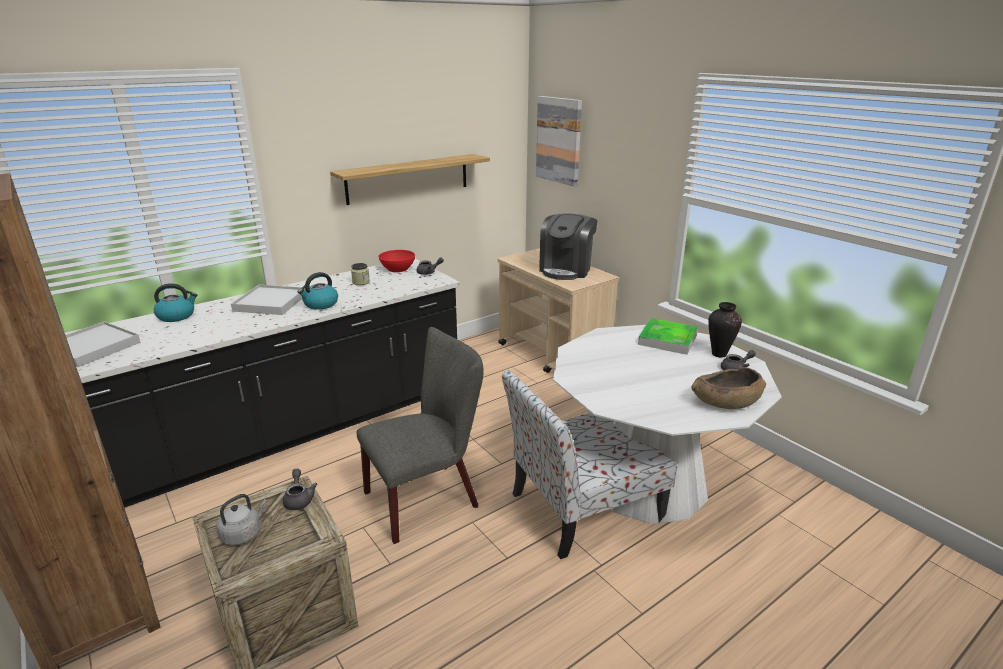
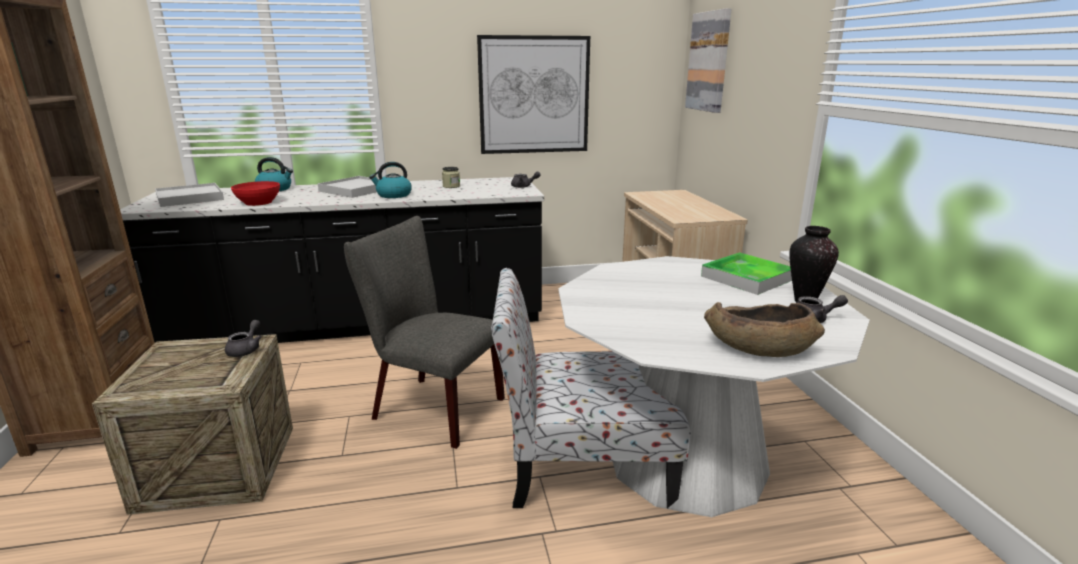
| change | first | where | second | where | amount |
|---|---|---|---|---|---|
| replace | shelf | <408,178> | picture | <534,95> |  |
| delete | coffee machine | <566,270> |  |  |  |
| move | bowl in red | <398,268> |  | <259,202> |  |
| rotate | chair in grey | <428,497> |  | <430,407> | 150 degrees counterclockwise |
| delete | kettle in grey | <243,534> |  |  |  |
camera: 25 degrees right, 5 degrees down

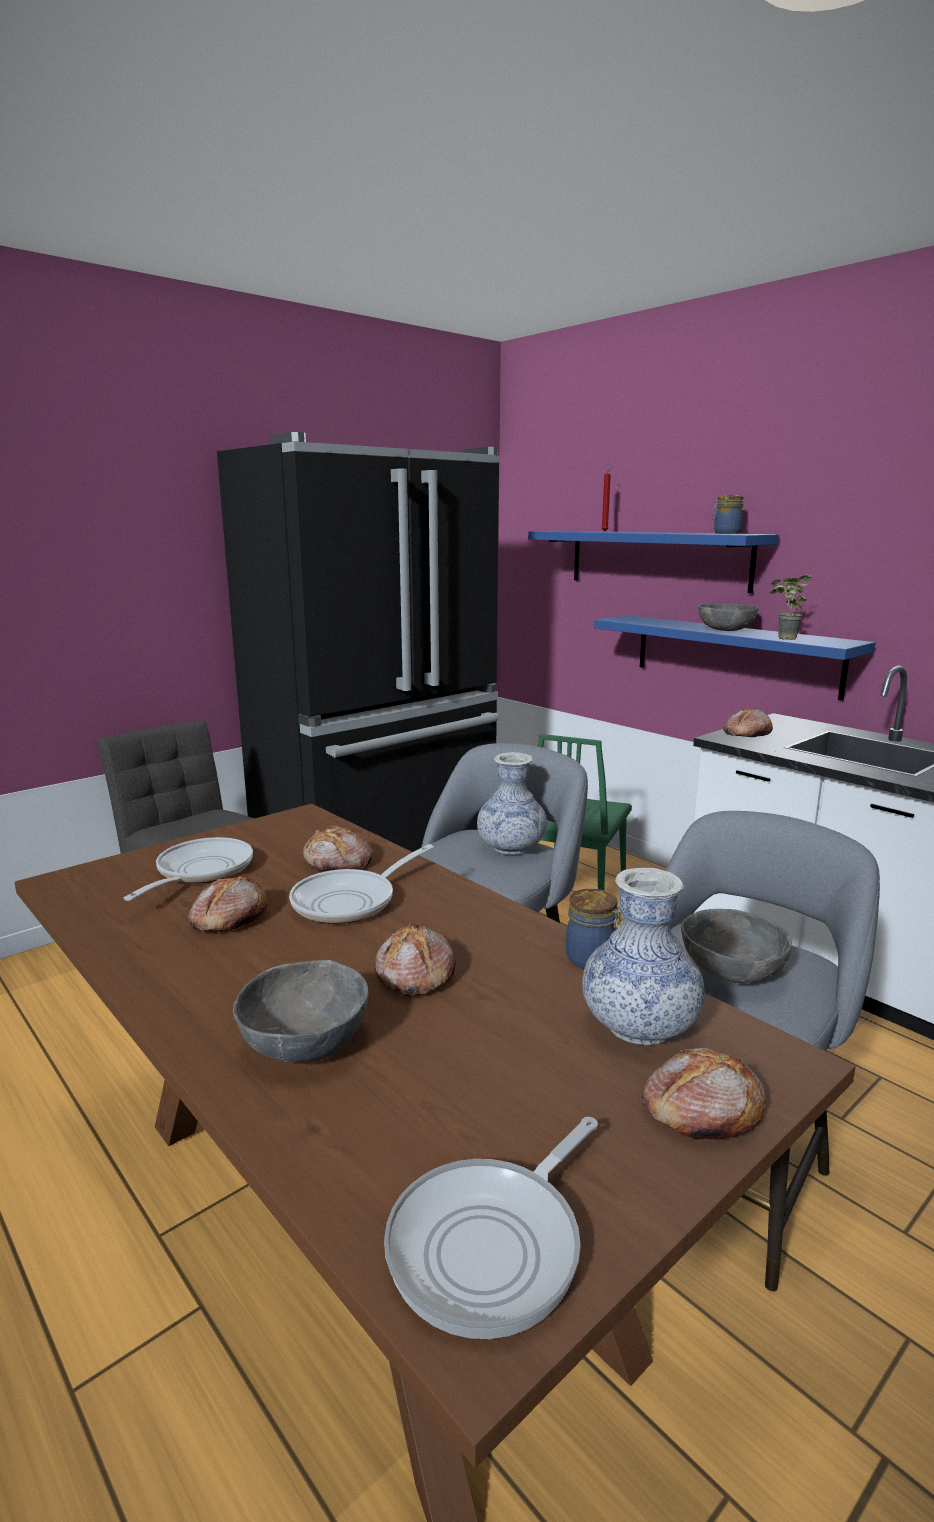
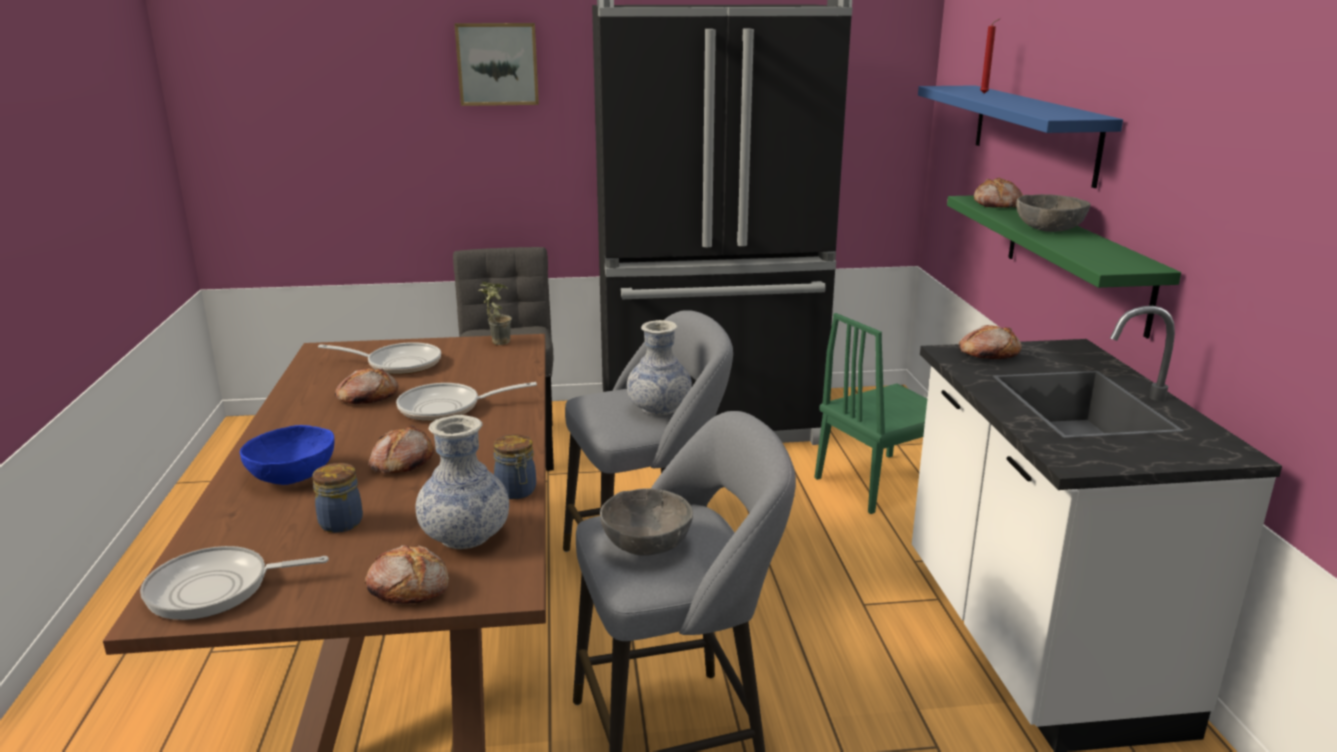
| change | first | where | second | where | amount |
|---|---|---|---|---|---|
| move | jar | <725,533> |  | <341,522> |  |
| move | potted plant | <783,639> |  | <495,342> |  |
| recolor | shelf in blue | <734,654> | shelf in green | <1075,260> |  |
| move | bread | <338,862> |  | <997,204> |  |
| rotate | frying pan | <199,872> |  | <398,364> | 45 degrees clockwise |
| recolor | bowl in grey | <305,1041> | bowl in blue | <293,475> |  |
| insert |  |  | picture | <497,64> |  |
camera: 35 degrees right, 5 degrees up

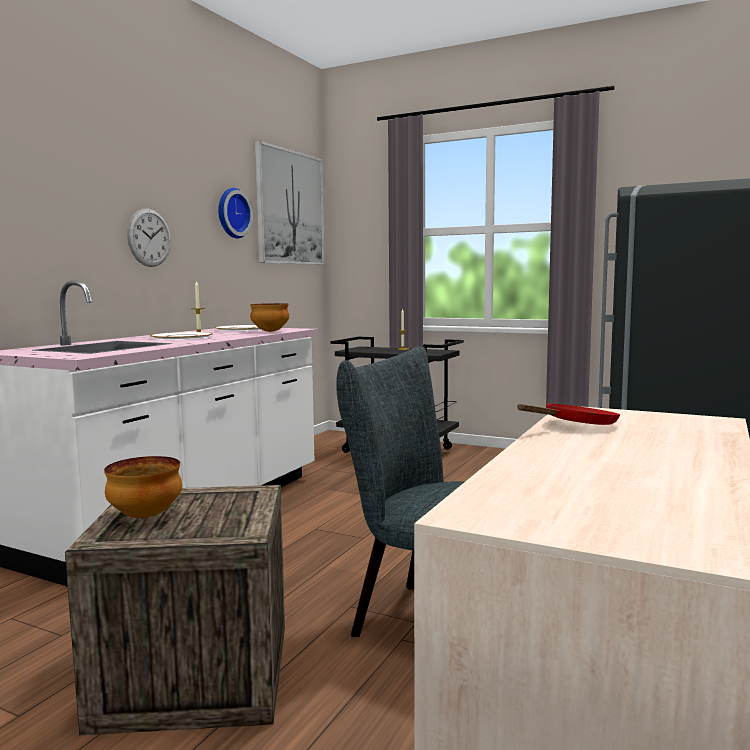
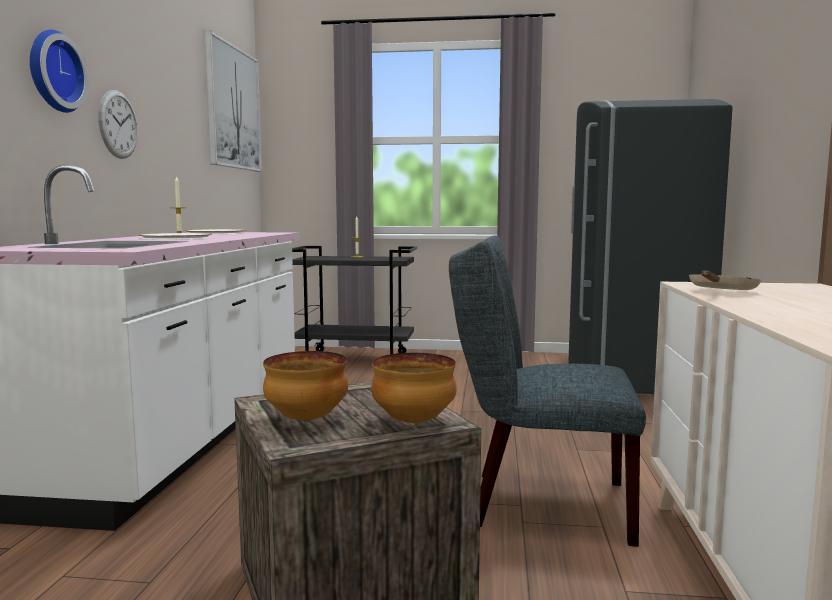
| change | first | where | second | where | amount |
|---|---|---|---|---|---|
| move | wall clock | <231,213> |  | <52,72> |  |
| move | bowl | <270,331> |  | <413,421> |  |
| recolor | frying pan in red | <575,425> | frying pan in beige | <721,292> |  |
camera: 20 degrees left, 0 degrees up

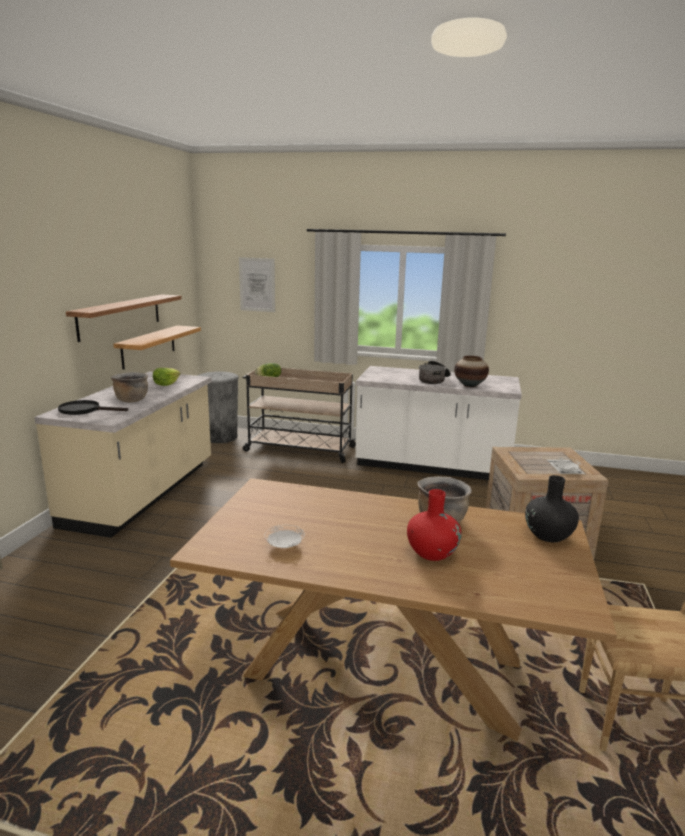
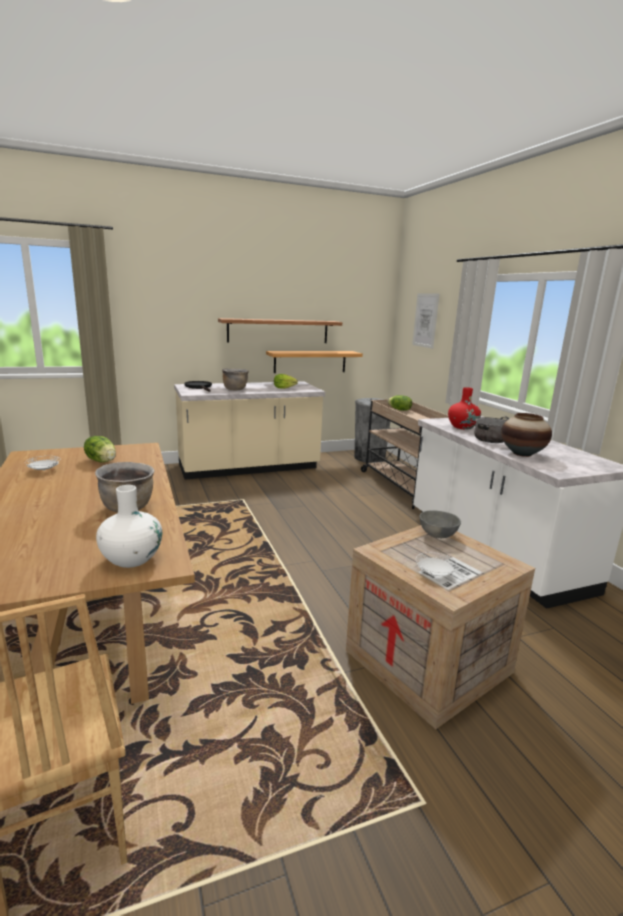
| change | first | where | second | where | amount |
|---|---|---|---|---|---|
| recolor | vase in black | <548,535> | vase in white | <131,559> |  |
| move | vase in red | <432,553> |  | <462,427> |  |
| insert |  |  | lettuce | <102,461> |  |
| insert |  |  | bowl in grey | <436,535> |  |
camera: 55 degrees right, 0 degrees up

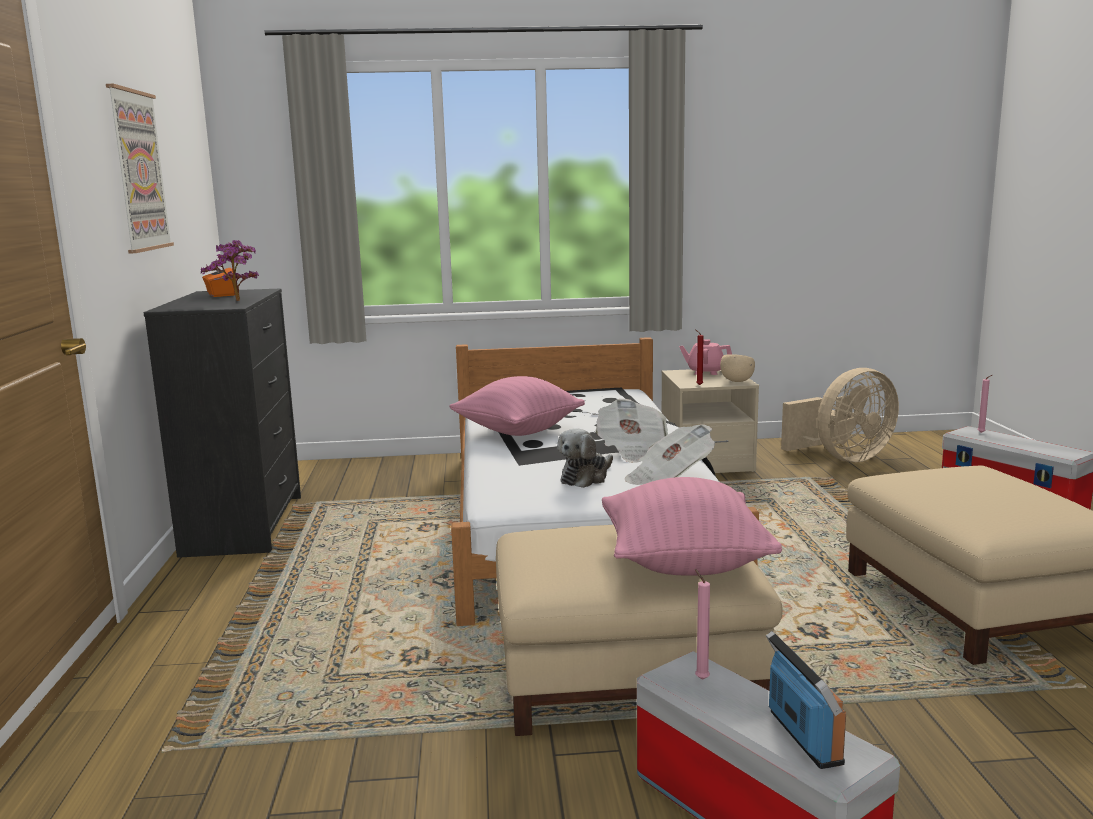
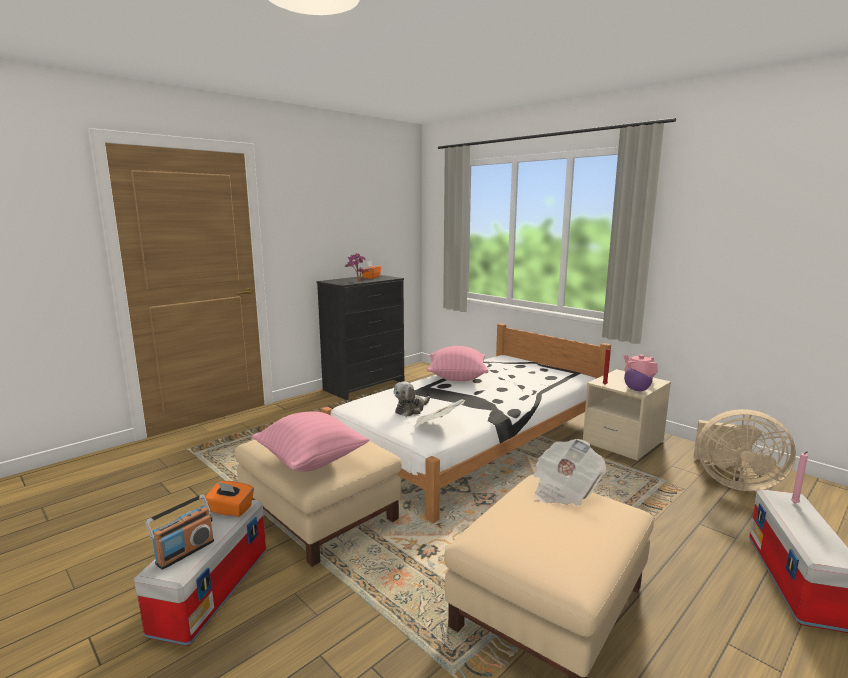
| change | first | where | second | where | amount |
|---|---|---|---|---|---|
| delete | picture | <138,171> |  |  |  |
| recolor | bowl in beige | <736,381> | bowl in purple | <636,390> |  |
| move | newspaper | <632,451> |  | <564,489> |  |
| rotate | plush toy | <586,477> |  | <411,409> | 45 degrees counterclockwise |
| replace | candle in pink | <700,678> | tissue box in orange | <230,510> |  |
camera: 50 degrees right, 0 degrees up

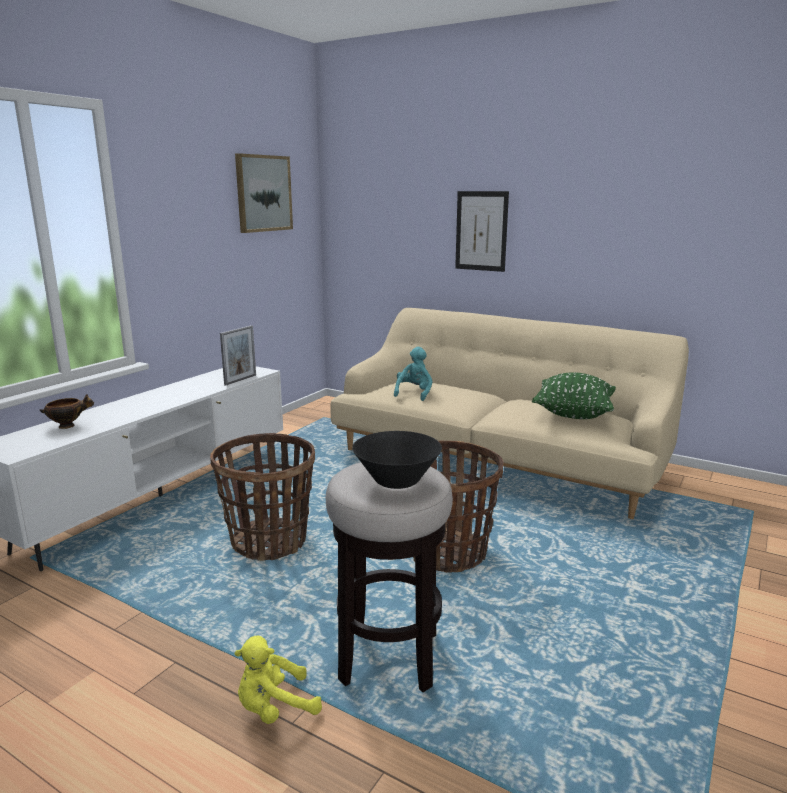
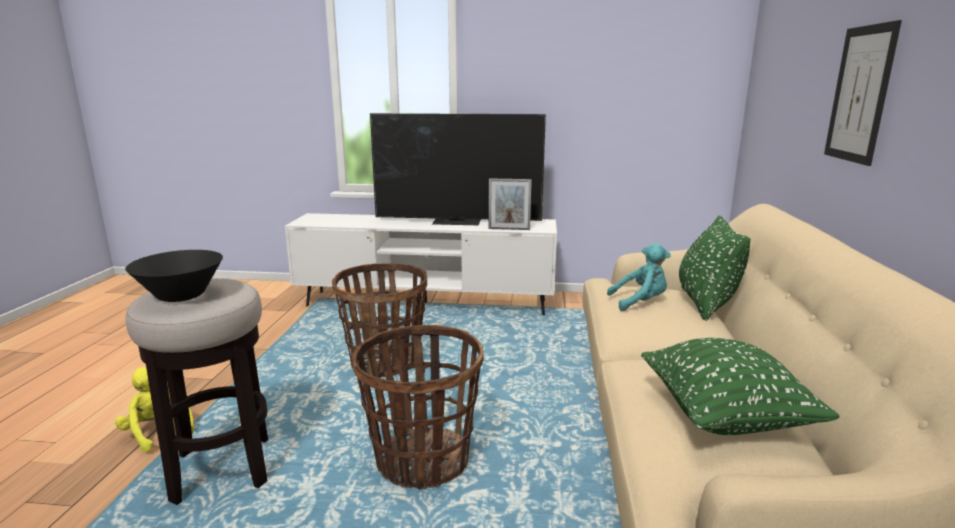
| change | first | where | second | where | amount |
|---|---|---|---|---|---|
| delete | picture | <263,193> |  |  |  |
| delete | bowl | <68,426> |  |  |  |
| insert |  |  | television | <457,221> |  |
| insert |  |  | pillow in green | <705,304> |  |
camera: 65 degrees right, 0 degrees up

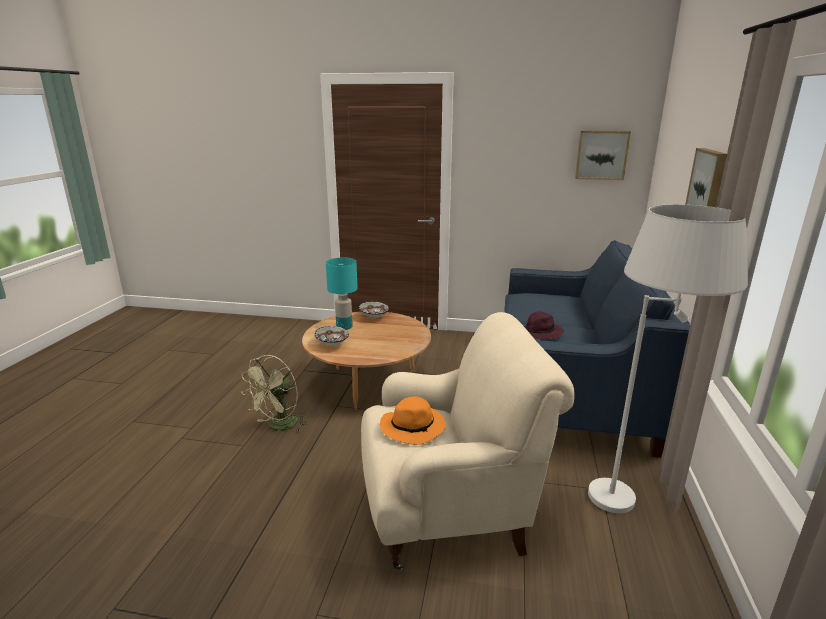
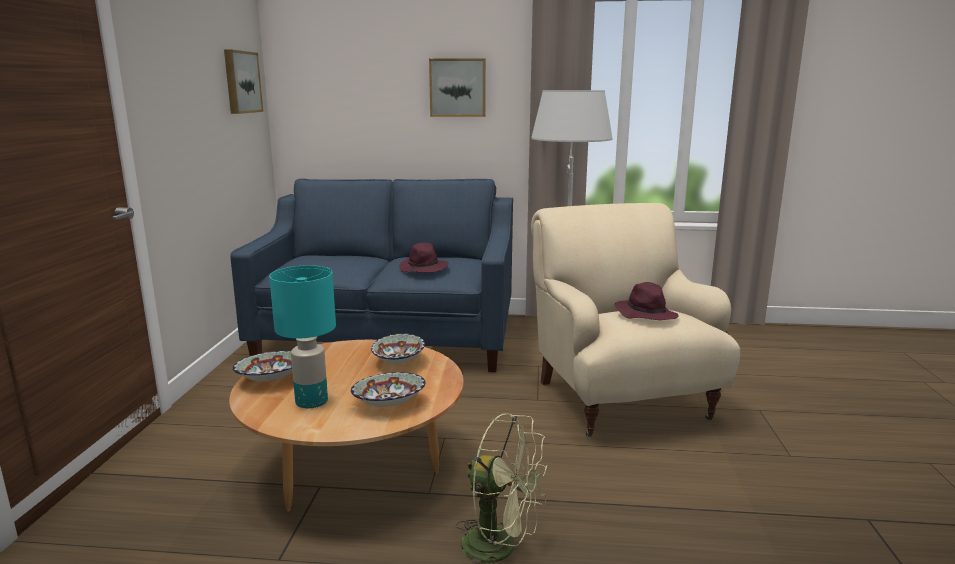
| change | first | where | second | where | amount |
|---|---|---|---|---|---|
| recolor | hat in orange | <413,427> | hat in purple | <645,314> |  |
| insert |  |  | bowl | <399,362> |  |
camera: 95 degrees left, 5 degrees down

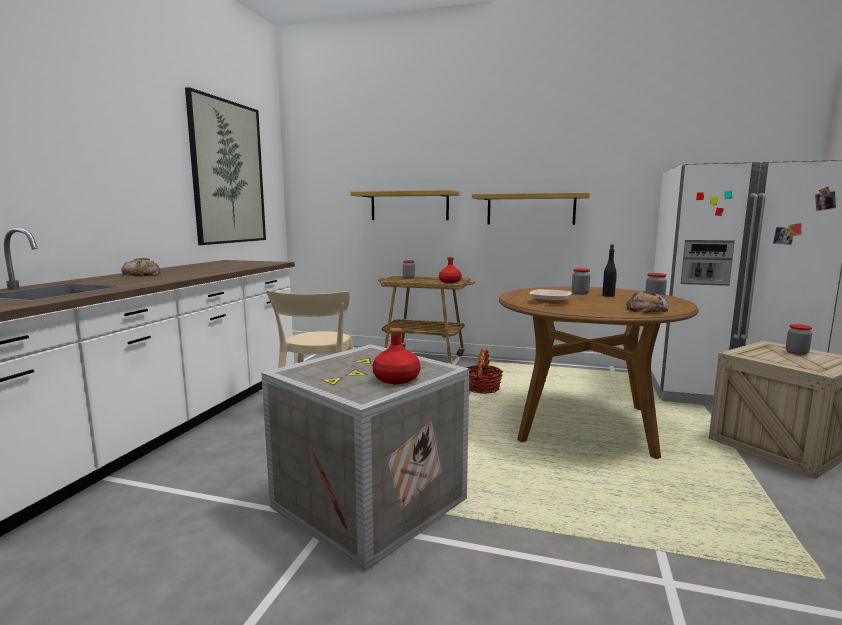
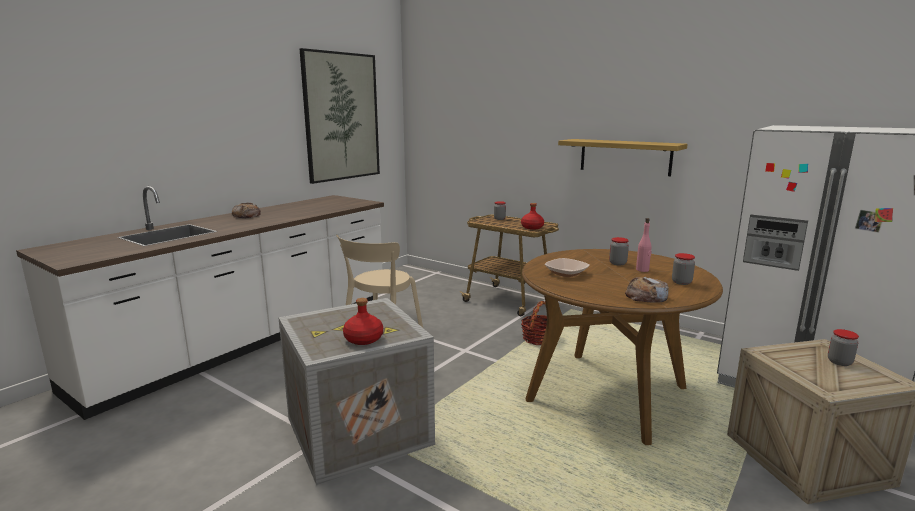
| change | first | where | second | where | amount |
|---|---|---|---|---|---|
| delete | shelf | <409,206> |  |  |  |
| recolor | bottle in black | <608,296> | bottle in pink | <642,270> |  |
camera: 20 degrees right, 5 degrees up

